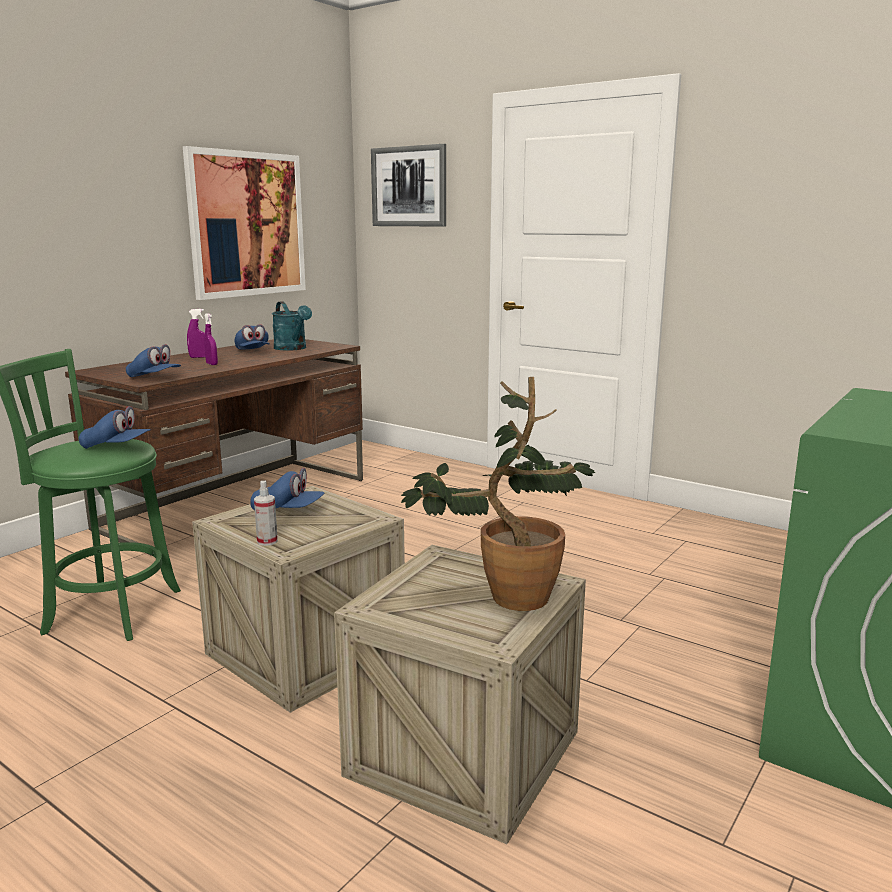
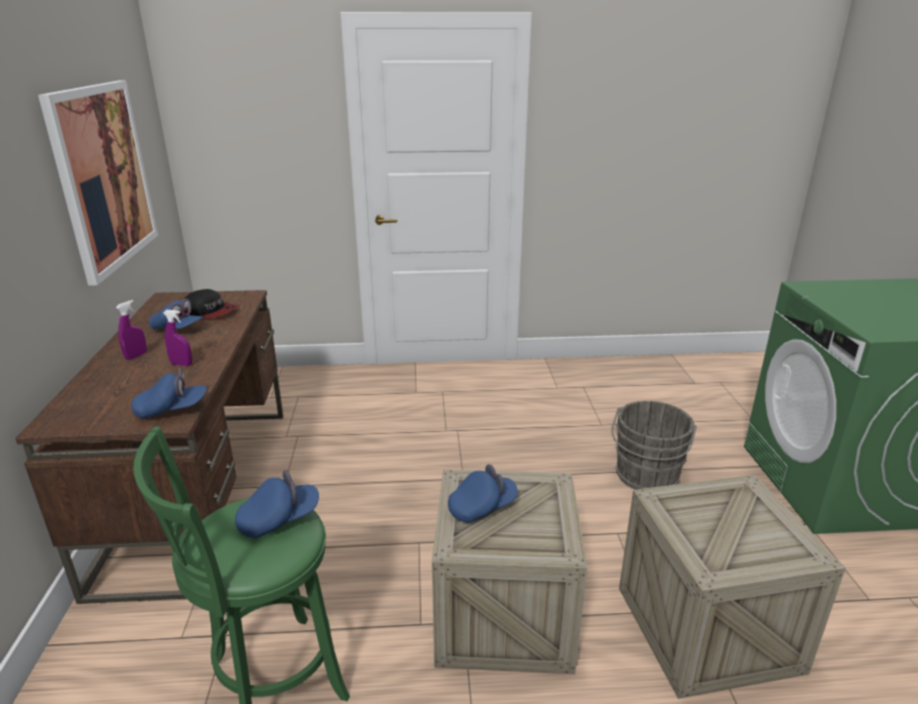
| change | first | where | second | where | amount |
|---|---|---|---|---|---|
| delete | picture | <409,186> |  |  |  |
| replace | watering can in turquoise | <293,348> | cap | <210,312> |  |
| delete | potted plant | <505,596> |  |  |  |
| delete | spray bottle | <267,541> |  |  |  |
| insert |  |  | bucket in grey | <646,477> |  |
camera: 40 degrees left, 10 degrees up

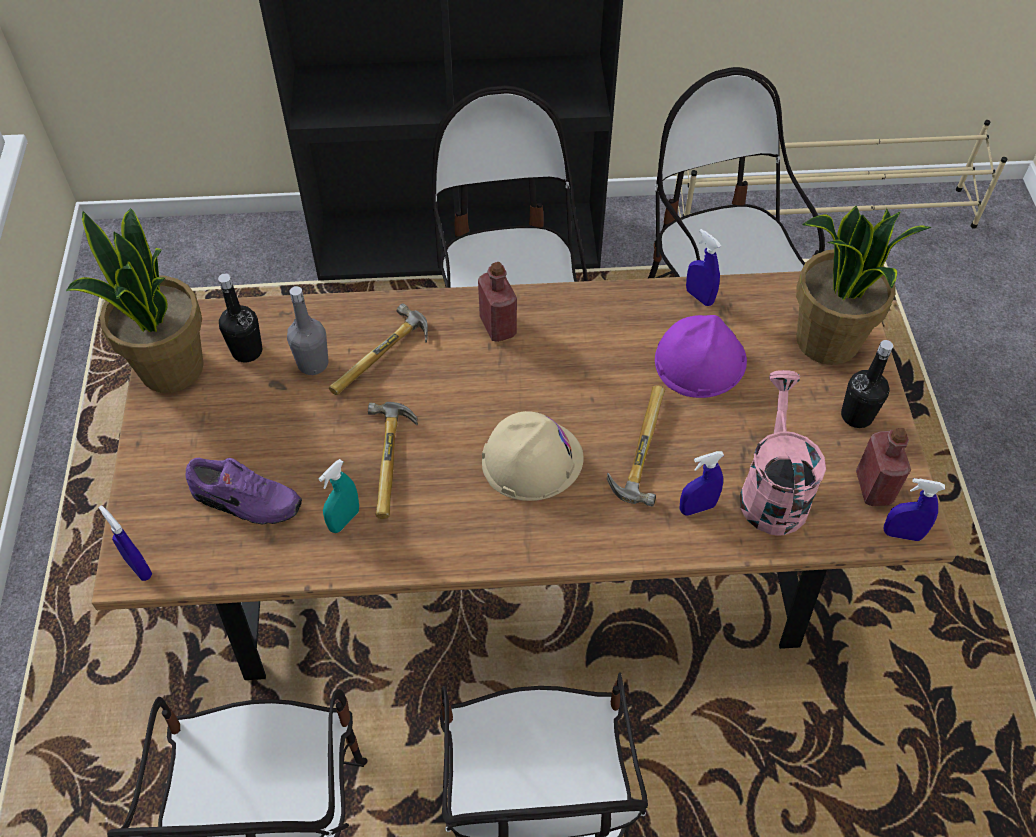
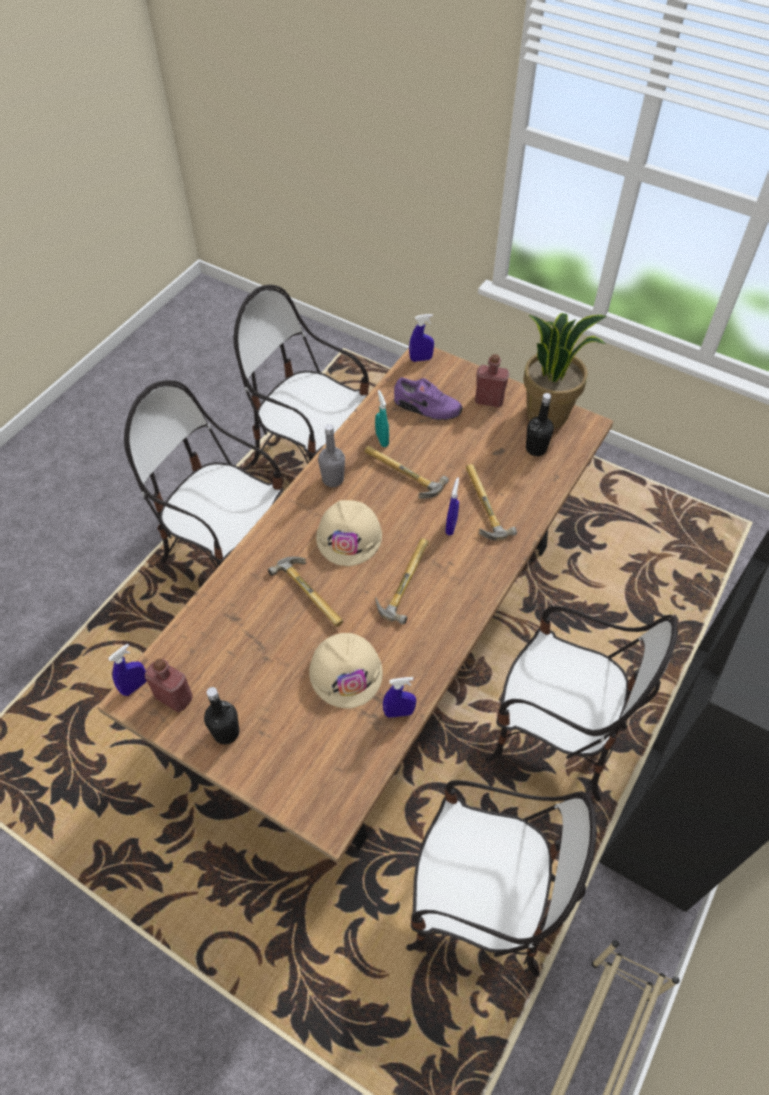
| change | first | where | second | where | amount |
|---|---|---|---|---|---|
| delete | potted plant | <827,342> |  |  |  |
| move | bottle in red | <498,326> |  | <489,400> |  |
| move | bottle in grey | <313,363> |  | <333,479> |  |
| recolor | hard hat in purple | <699,360> | hard hat in beige | <346,672> |  |
| delete | watering can in pink | <772,489> |  |  |  |
| move | spray bottle in blue | <697,508> |  | <451,526> |  |
| rotate | shoe in purple | <246,502> |  | <427,408> | 120 degrees counterclockwise |
| insert |  |  | hammer | <401,581> |  |
camera: 125 degrees right, 0 degrees up

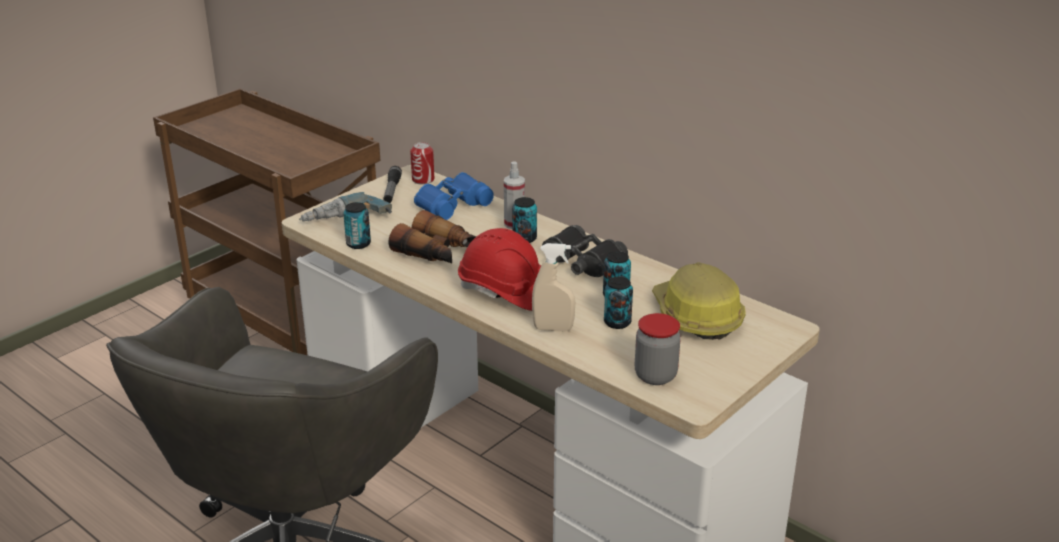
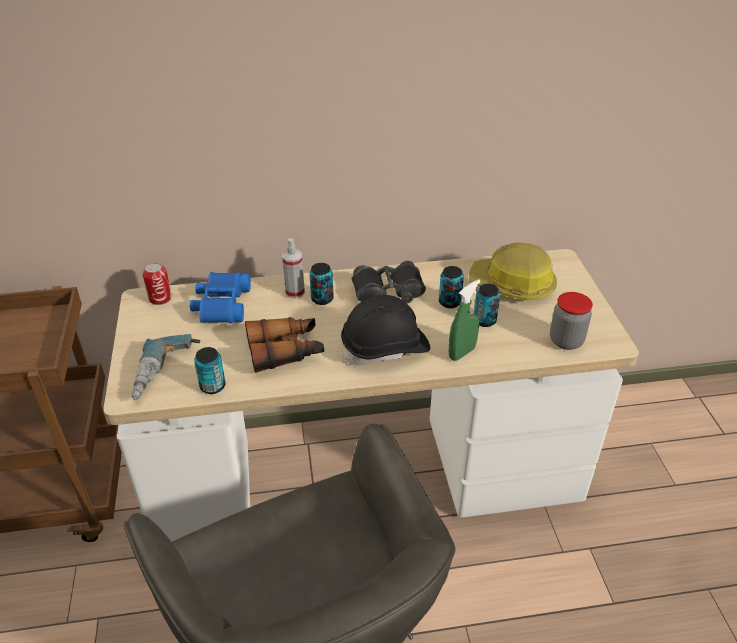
| change | first | where | second | where | amount |
|---|---|---|---|---|---|
| delete | flashlight | <392,191> |  |  |  |
| recolor | hard hat in red | <505,292> | hard hat in black | <385,348> |  |
| recolor | spray bottle in beige | <553,329> | spray bottle in green | <461,353> |  |
camera: 50 degrees left, 10 degrees up

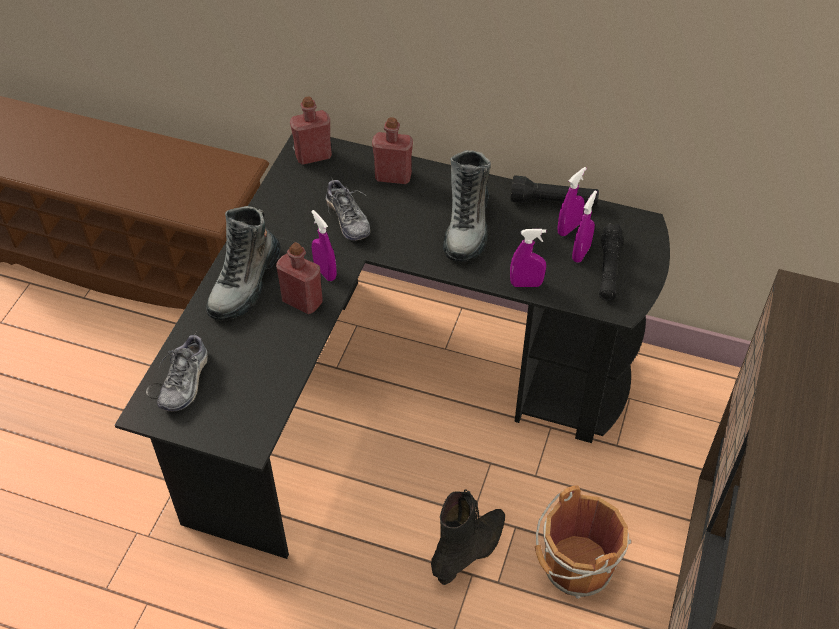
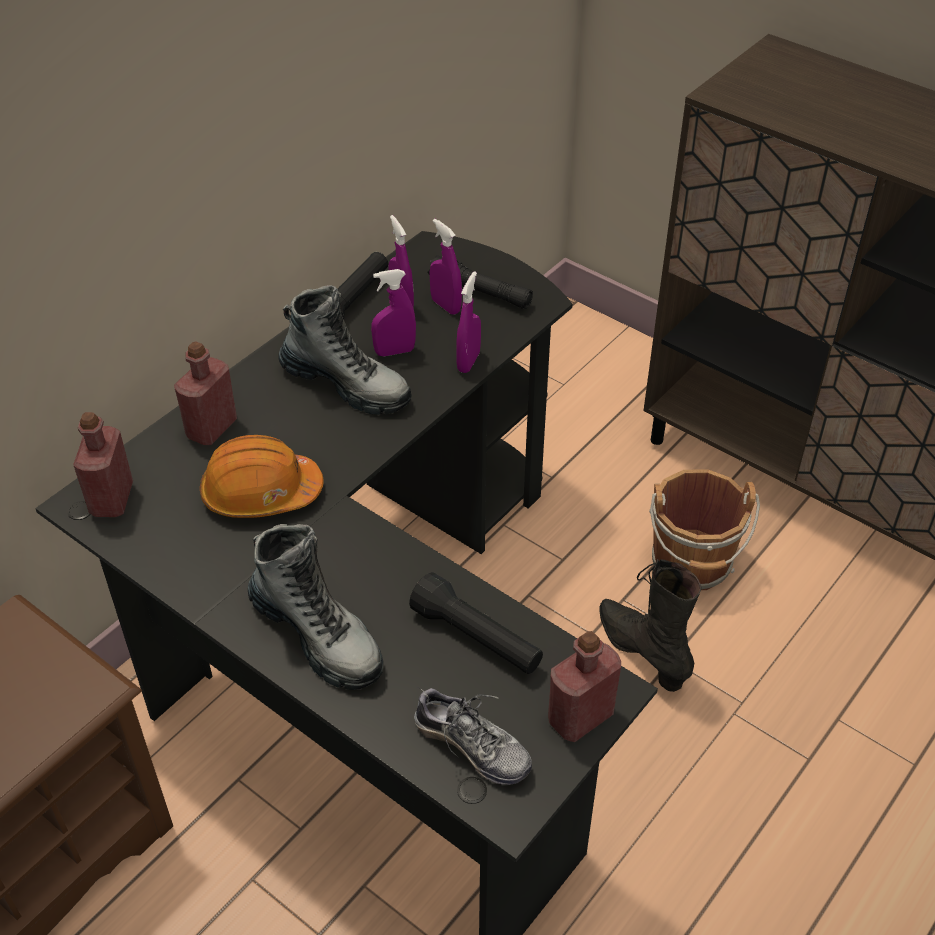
| change | first | where | second | where | amount |
|---|---|---|---|---|---|
| replace | shoe | <347,219> | hard hat in orange | <261,493> |  |
| move | spray bottle in purple | <325,272> |  | <394,351> |  |
| move | bottle in red | <302,301> |  | <580,717> |  |
| insert |  |  | flashlight in black | <477,638> |  |
camera: 70 degrees left, 5 degrees down

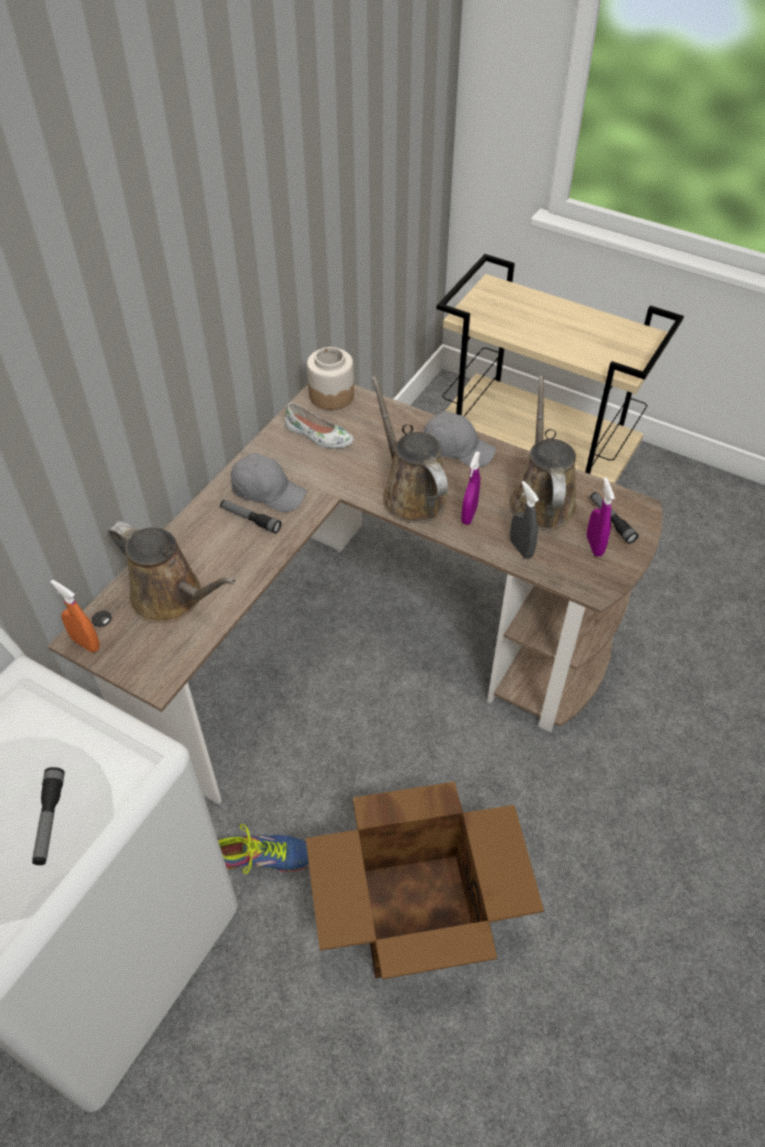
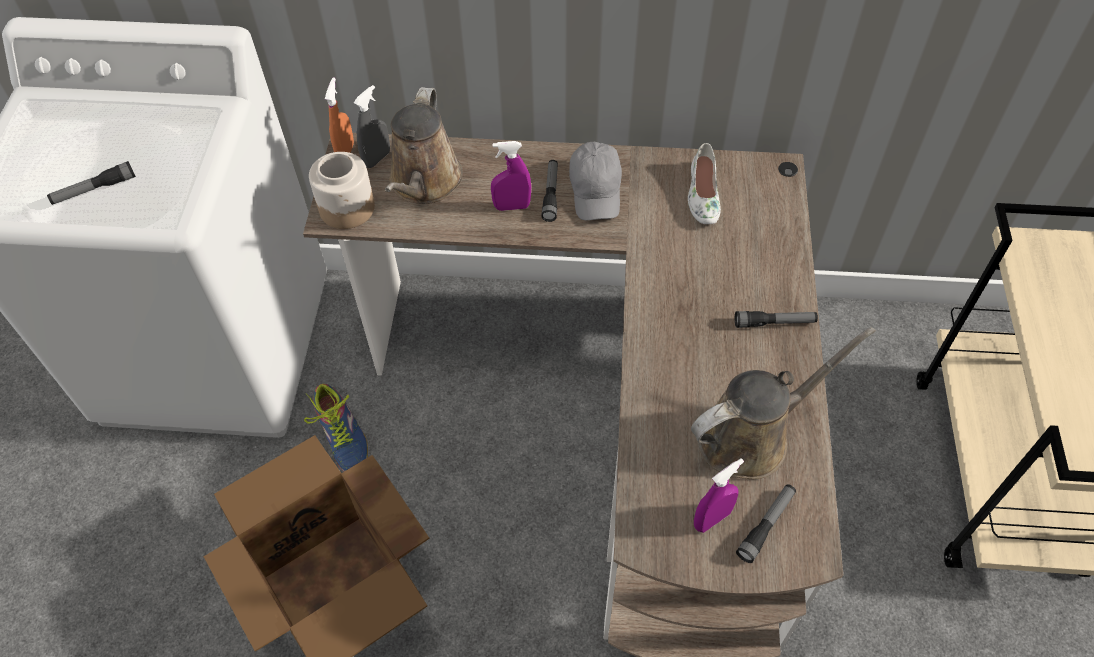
| change | first | where | second | where | amount |
|---|---|---|---|---|---|
| move | jar | <331,395> |  | <347,208> |  |
| delete | watering can in brown | <411,493> |  |  |  |
| replace | cap in grey | <457,449> | flashlight | <774,323> |  |
| move | spray bottle in purple | <469,515> |  | <512,206> |  |
| move | spray bottle in grey | <521,548> |  | <377,158> |  |
camera: 65 degrees right, 5 degrees up

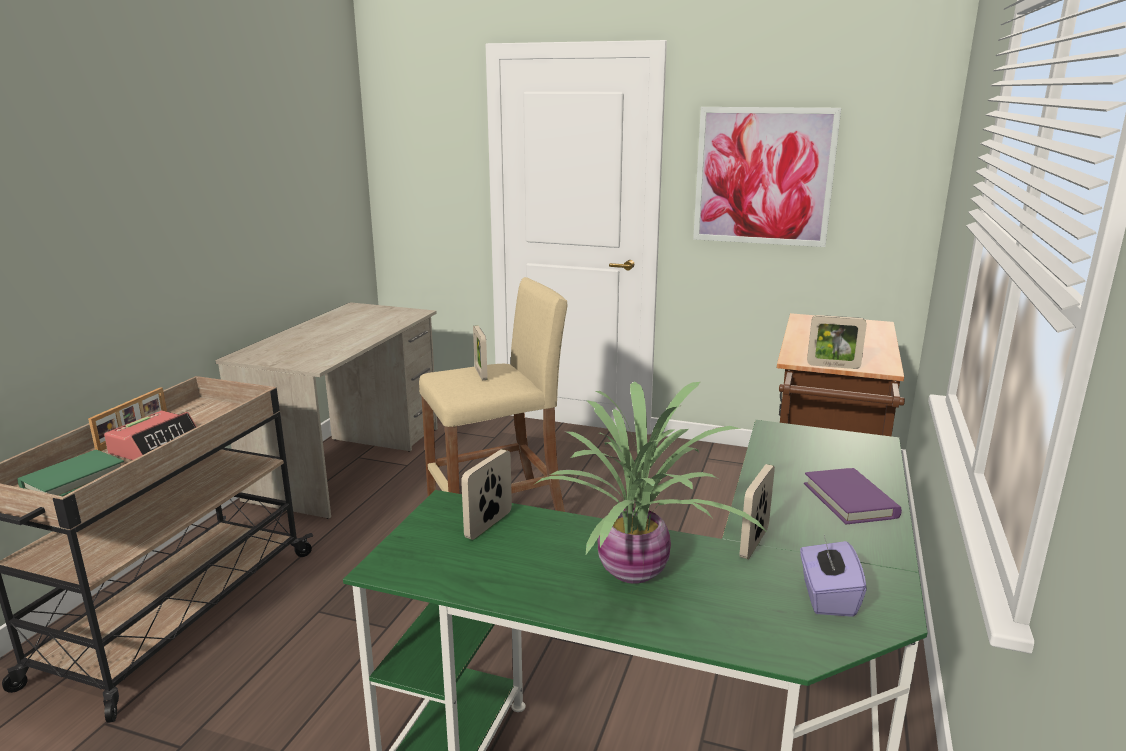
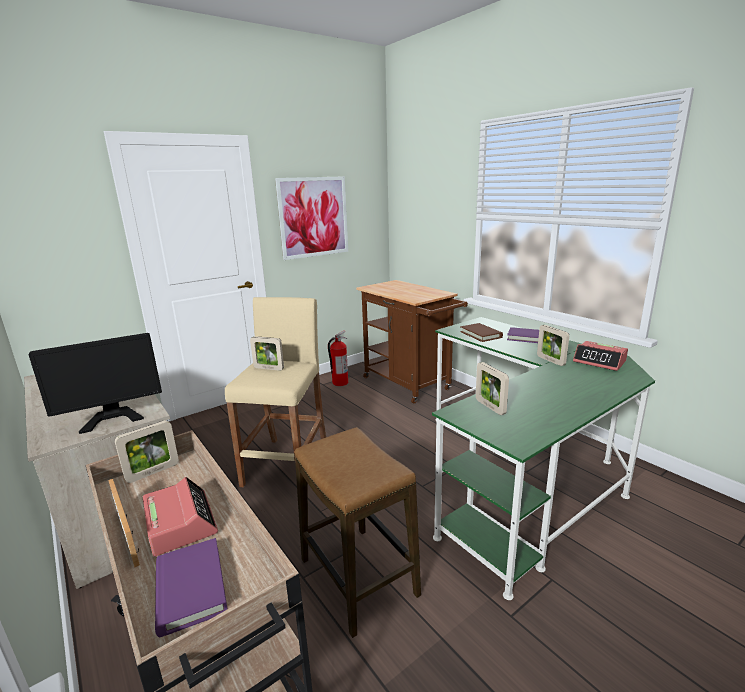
| change | first | where | second | where | amount |
|---|---|---|---|---|---|
| move | picture frame | <833,366> |  | <153,472> |  |
| delete | potted plant | <635,573> |  |  |  |
| recolor | book in green | <73,479> | book in purple | <190,588> |  |
| replace | tissue box in purple | <827,597> | alarm clock | <599,361> |  |
| insert |  |  | book in brown | <480,334> |  |
| insert |  |  | fire extinguisher | <339,383> |  |
| insert |  |  | monitor | <113,412> |  |
| insert |  |  | stool | <358,577> |  |
camera: 55 degrees left, 0 degrees up

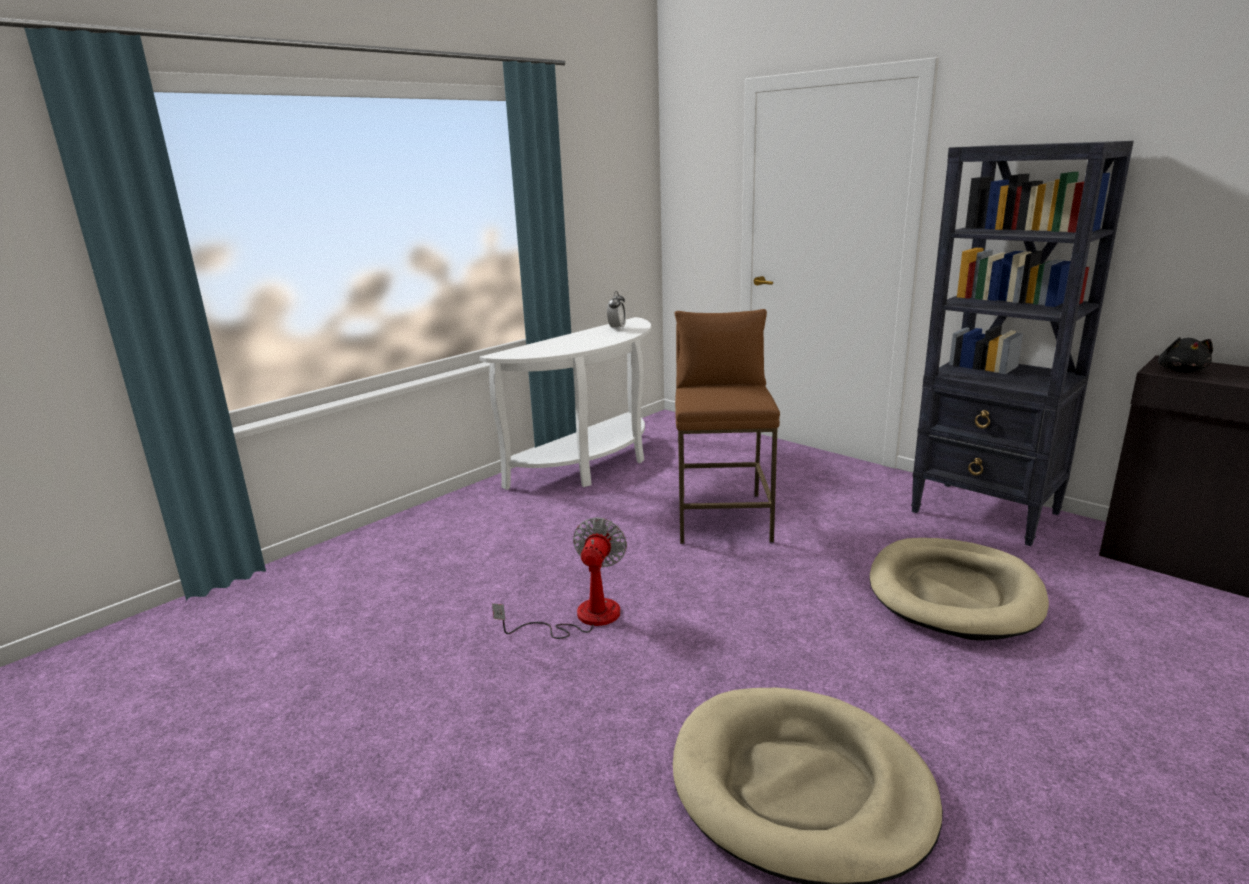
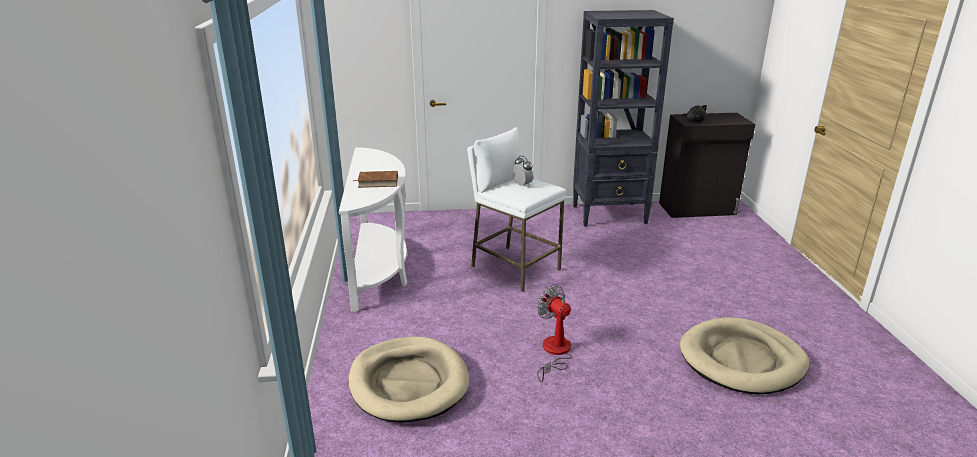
| change | first | where | second | where | amount |
|---|---|---|---|---|---|
| move | alarm clock | <617,328> |  | <522,185> |  |
| recolor | stool in brown | <722,517> | stool in white | <514,268> |  |
| move | dog bed in beige | <954,593> |  | <408,383> |  |
| insert |  |  | book in brown | <378,182> |  |
camera: 50 degrees left, 5 degrees up

